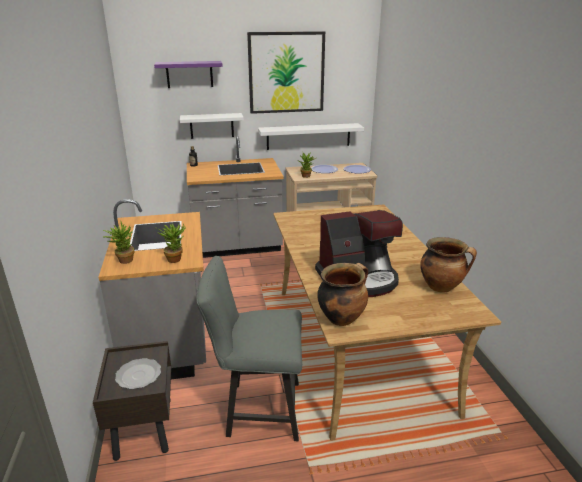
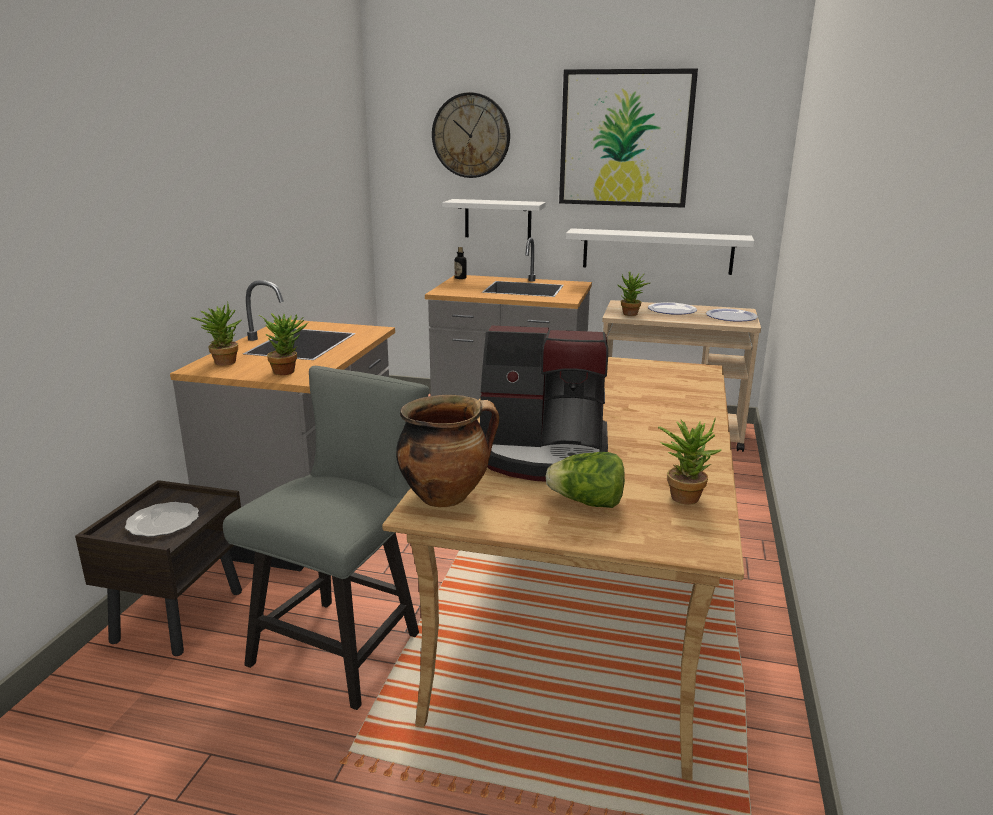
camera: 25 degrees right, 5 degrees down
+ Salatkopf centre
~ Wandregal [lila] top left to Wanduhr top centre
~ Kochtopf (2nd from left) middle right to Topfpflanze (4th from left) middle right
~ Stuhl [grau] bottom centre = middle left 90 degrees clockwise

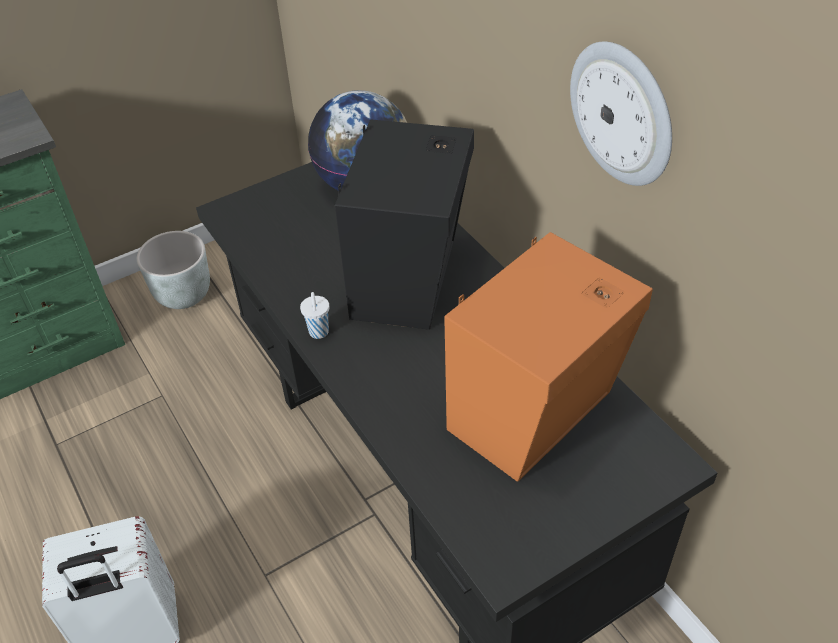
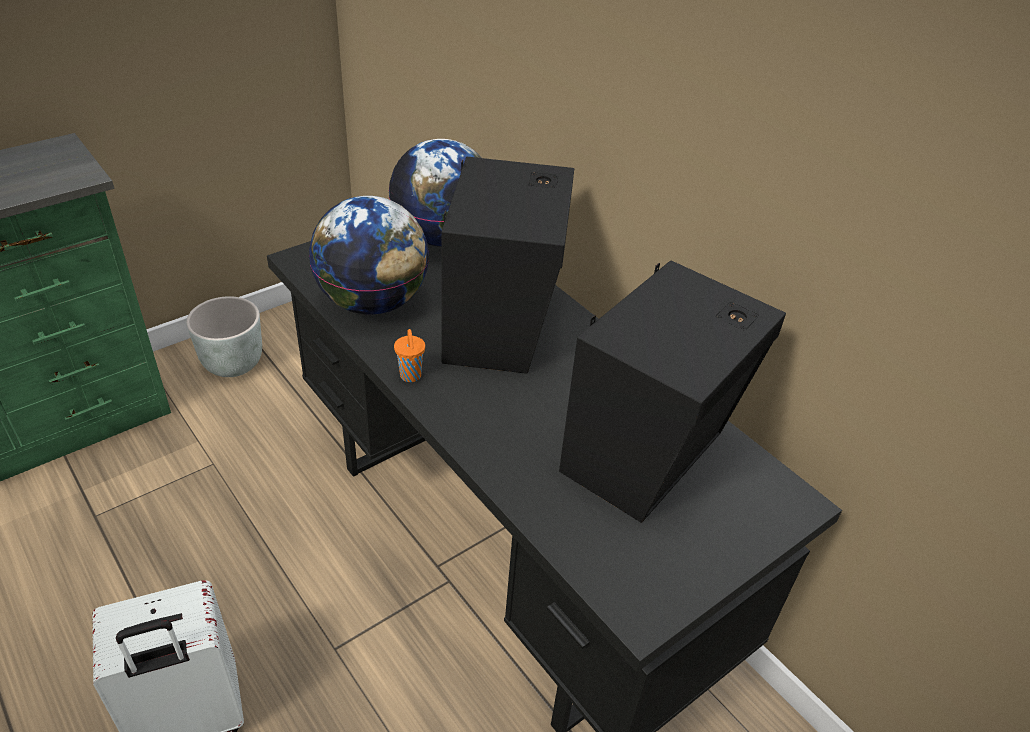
camera: 10 degrees left, 5 degrees down
- Wanduhr top right
+ Globus (1st from left) centre
~ Tasse [weiß] centre to Tasse [orange] centre
~ Lautsprecher [orange] centre to Lautsprecher [schwarz] (2nd from left) centre

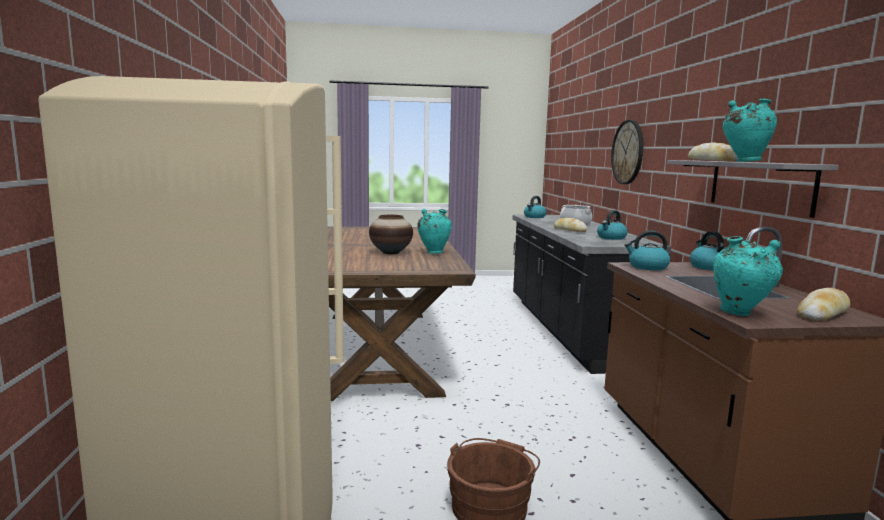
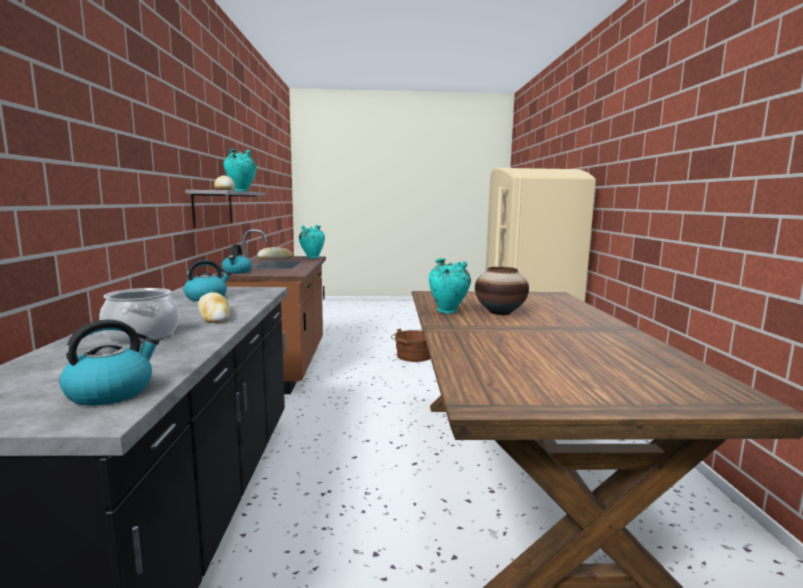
camera: 175 degrees left, 0 degrees up
- Wanduhr top right
- Wasserkessel (3rd from left) middle right

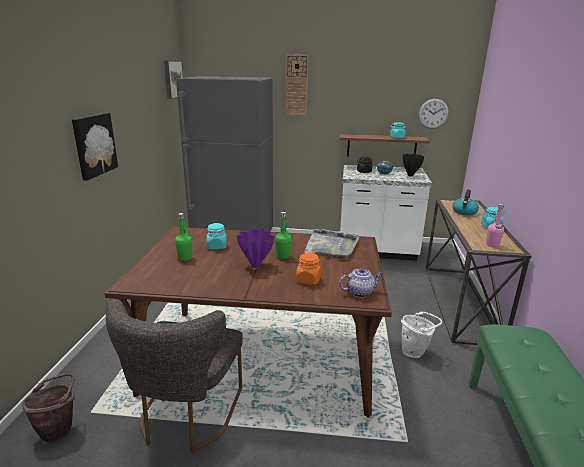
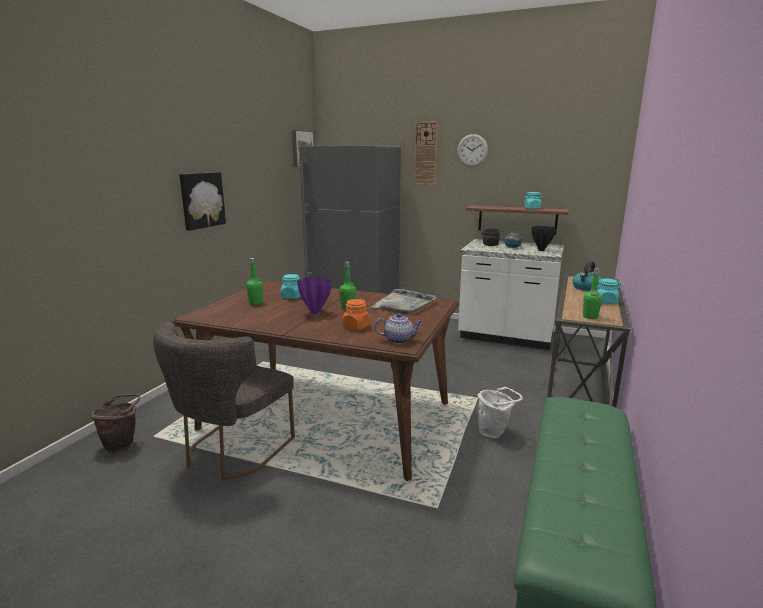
camera: 15 degrees right, 5 degrees down
~ Wanduhr (2nd from left) top right to top centre
~ Flasche [rosa] middle right to Flasche [grün] (3rd from left) middle right

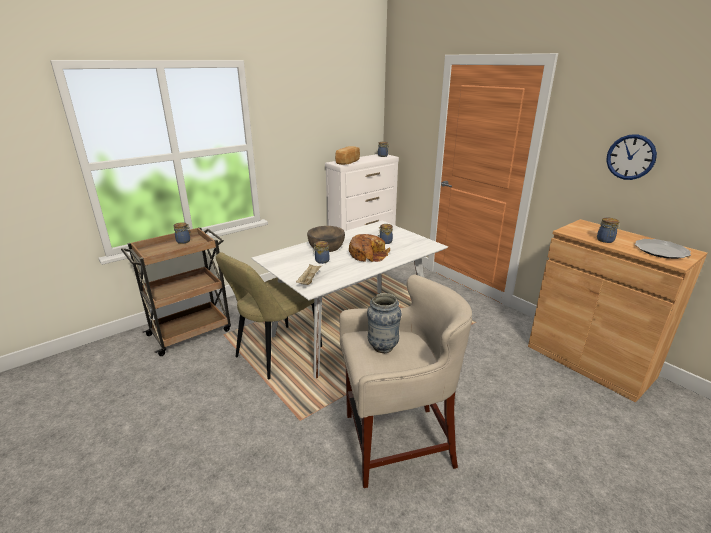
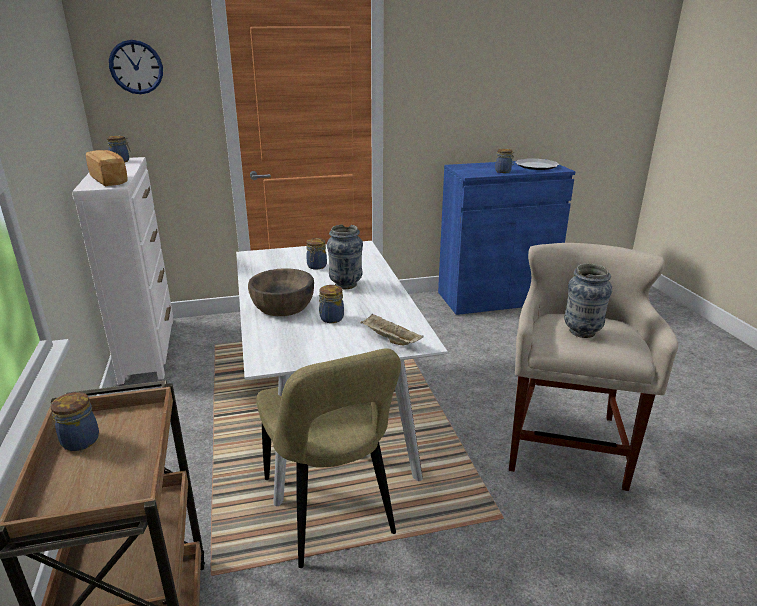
camera: 65 degrees left, 0 degrees up
~ Wanduhr top right to top left
~ Brot (2nd from left) centre to Vase (1st from left) centre
~ Schrank [braun] middle right to Schrank [blau] middle right

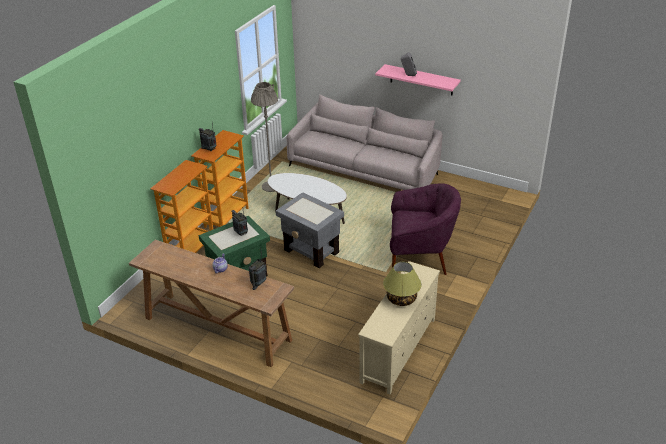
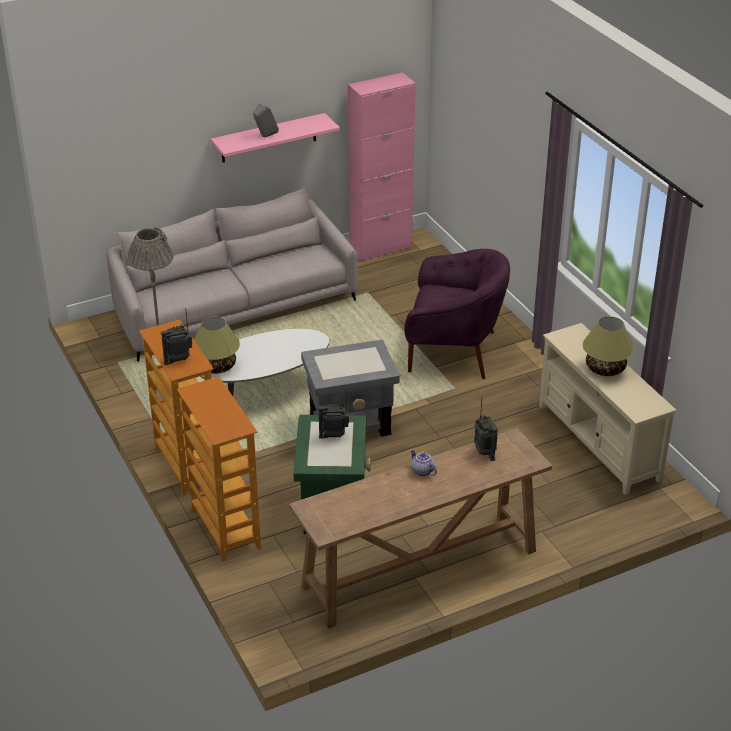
camera: 55 degrees left, 0 degrees up
+ Tischlampe (1st from left) middle left
+ Schrank [rosa] top centre
~ Sessel [lila] centre = centre 60 degrees clockwise

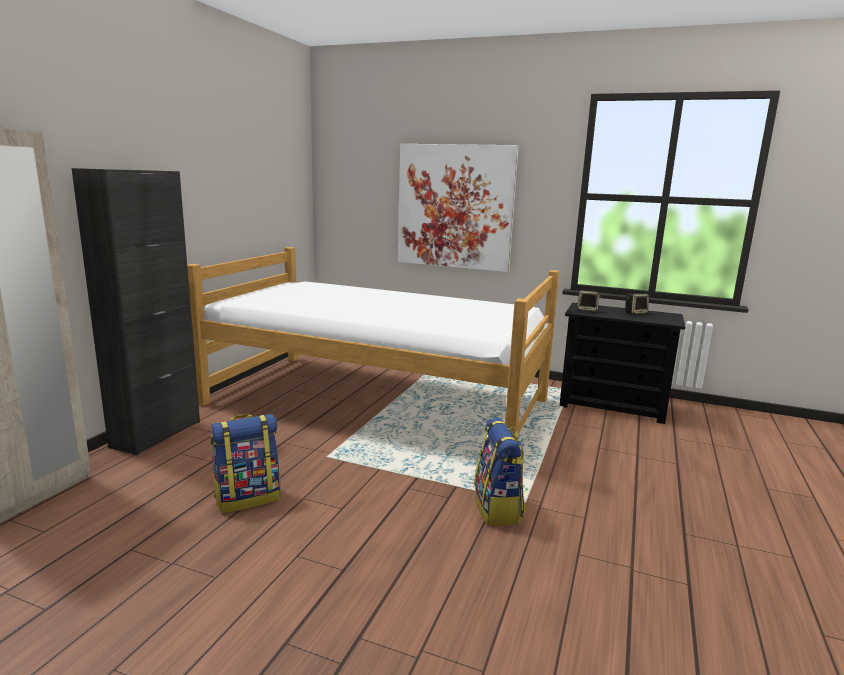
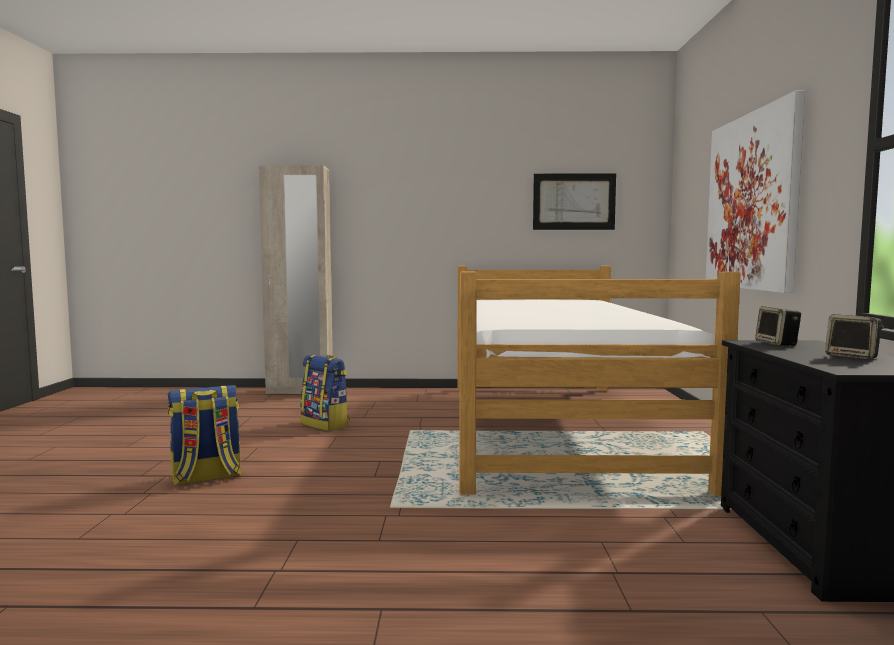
camera: 70 degrees right, 10 degrees down
- Schrank [schwarz] middle left
+ Bild (1st from left) top centre
~ Rucksack (2nd from left in the first image) bottom centre to Rucksack (1st from left) bottom left

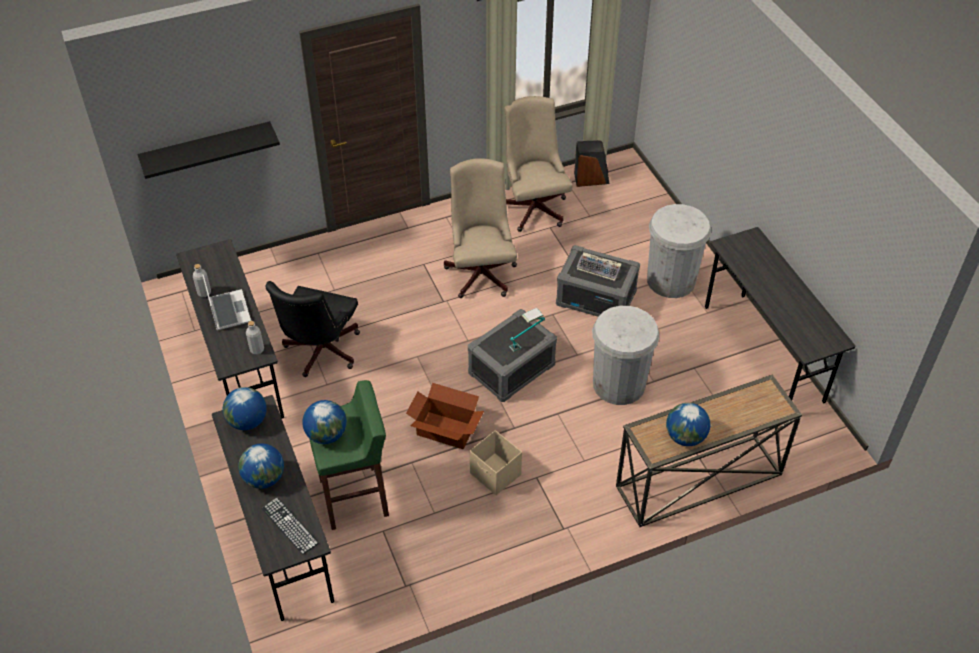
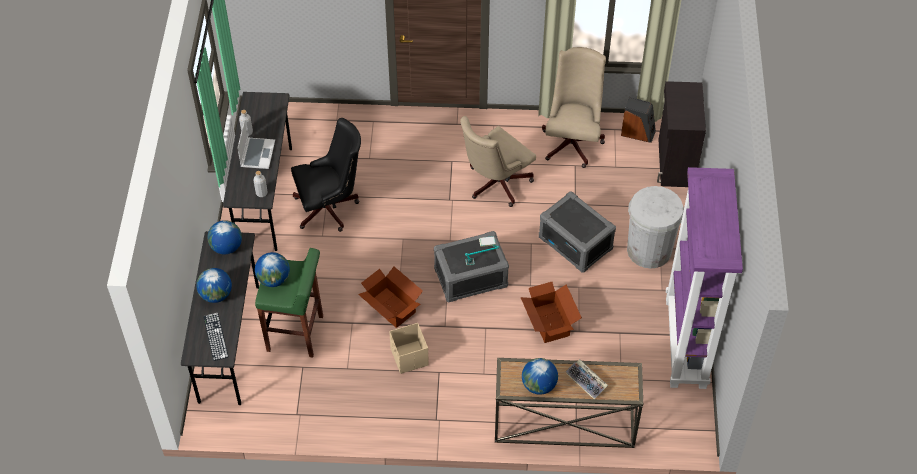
camera: 25 degrees right, 5 degrees up
- Wandregal [schwarz] top left
+ Schrank [schwarz] top right
~ Tastatur (2nd from left) centre to bottom centre
~ Mülleimer [weiß] (1st from left) centre to Karton (2nd from left) centre
~ Schreibtisch [grau] (3rd from left) middle right to Bücherregal [lila] middle right
~ Bürostuhl [schwarz] middle left = centre 150 degrees counterclockwise
~ Bürostuhl [beige] (1st from left) centre = centre 150 degrees counterclockwise

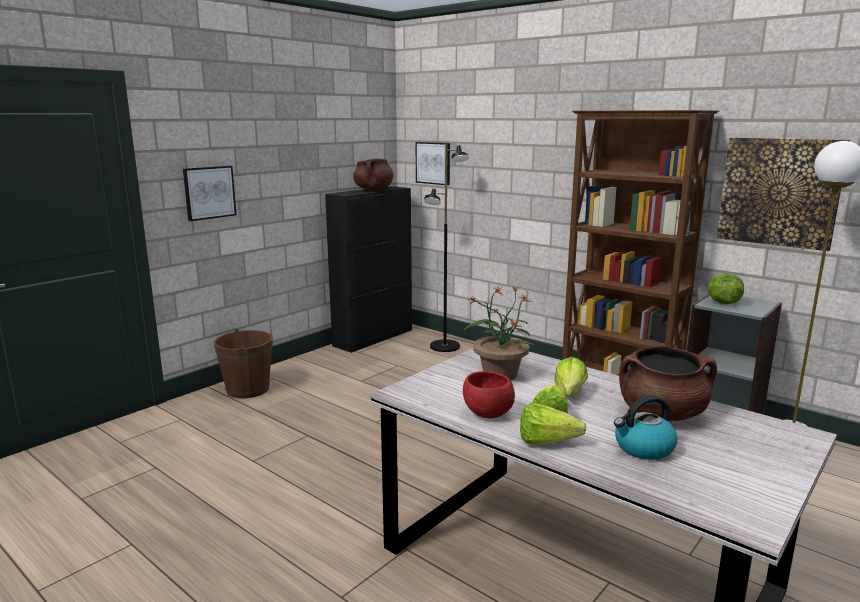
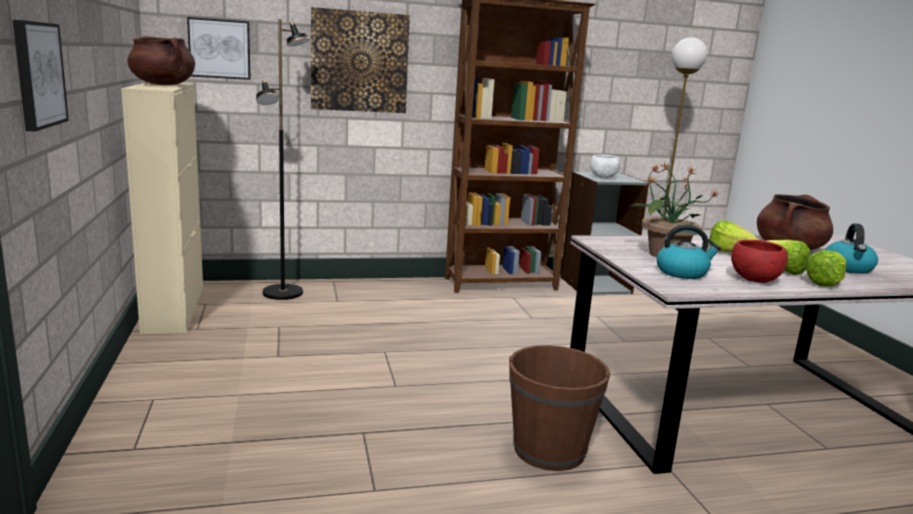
camera: 55 degrees left, 0 degrees up
+ Wasserkessel (1st from left) middle right
~ Eimer [braun] middle left to bottom centre
~ Bild (3rd from left) top right to top centre
~ Salatkopf (4th from left) middle right to Schüssel [weiß] top centre
~ Schrank [schwarz] centre to Schrank [beige] middle left

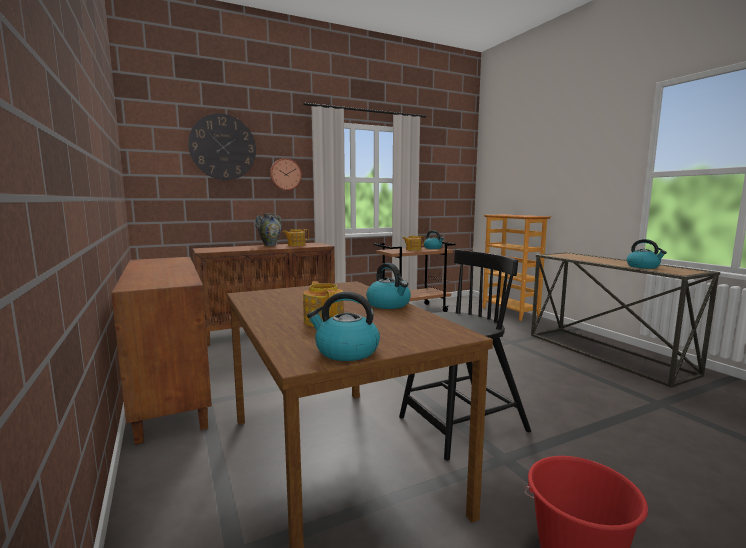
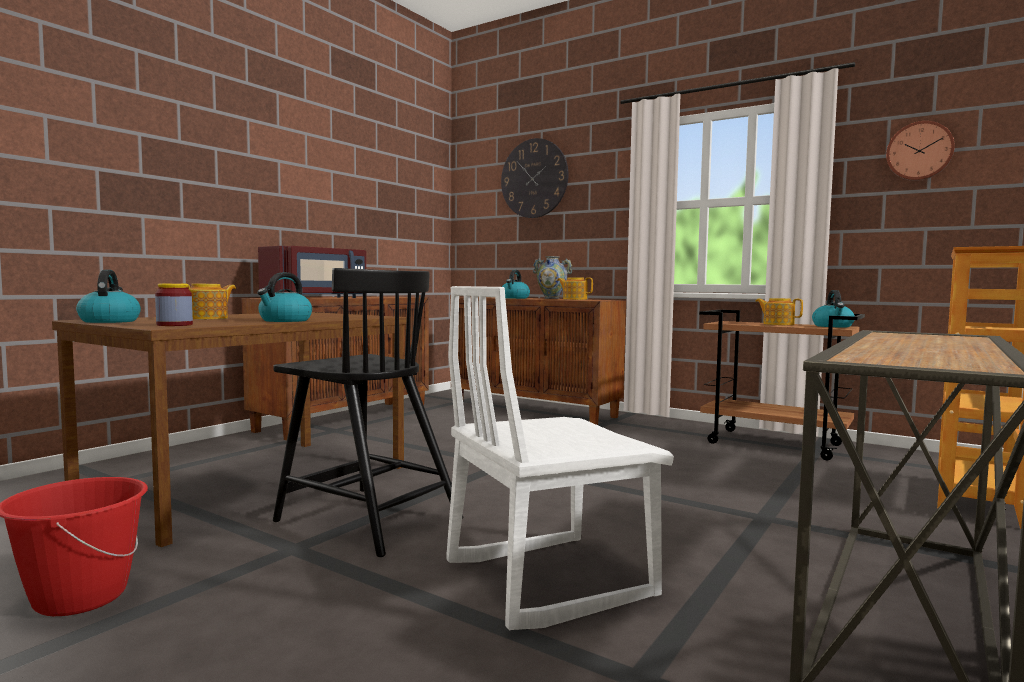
camera: 60 degrees right, 5 degrees down
+ Vorratsglas middle left
+ Mikrowelle [rot] middle left
+ Stuhl [weiß] bottom centre
~ Wanduhr (2nd from left) top centre to top right
~ Wasserkessel (4th from left in the first image) middle right to Wasserkessel (3rd from left) centre

